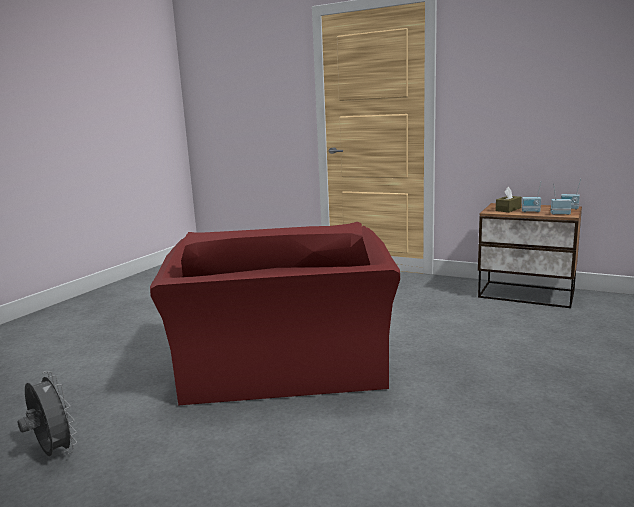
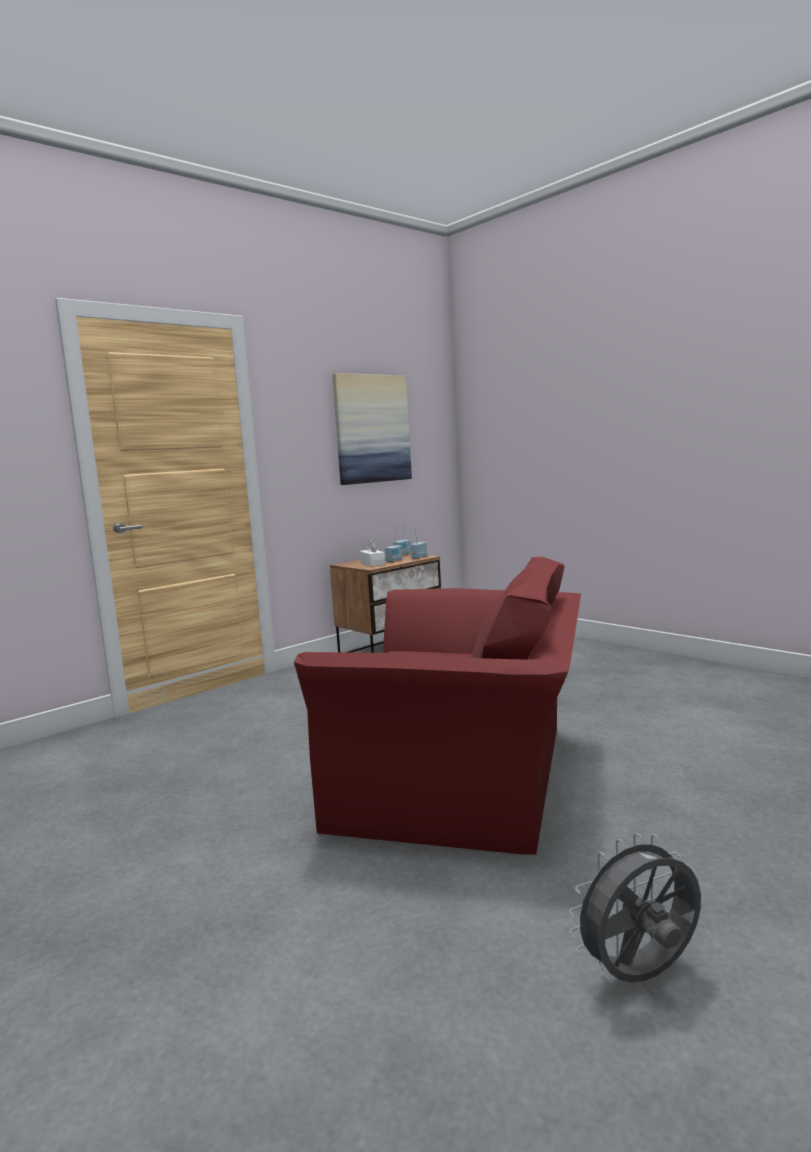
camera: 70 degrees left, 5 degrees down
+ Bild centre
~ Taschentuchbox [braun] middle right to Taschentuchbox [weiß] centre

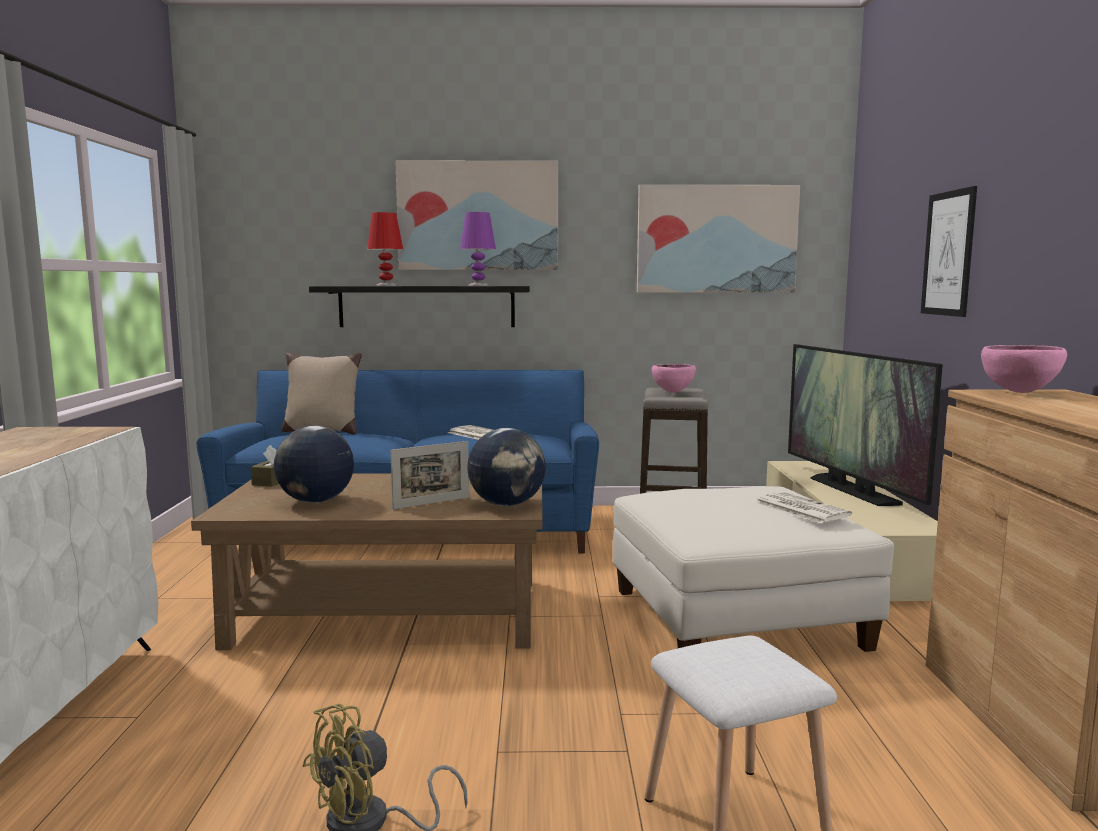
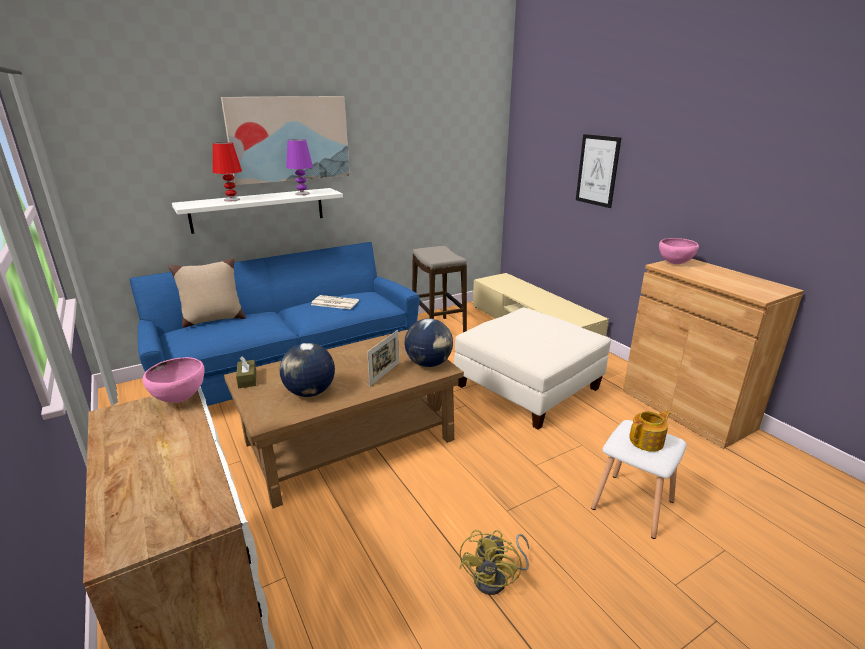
camera: 30 degrees left, 15 degrees up
- Bild (2nd from left) top centre
- Zeitung (2nd from left) middle right
- Fernseher middle right
+ Teekanne middle right
~ Schüssel [rosa] (1st from left) centre to middle left
~ Wandregal [schwarz] centre to Wandregal [weiß] top left

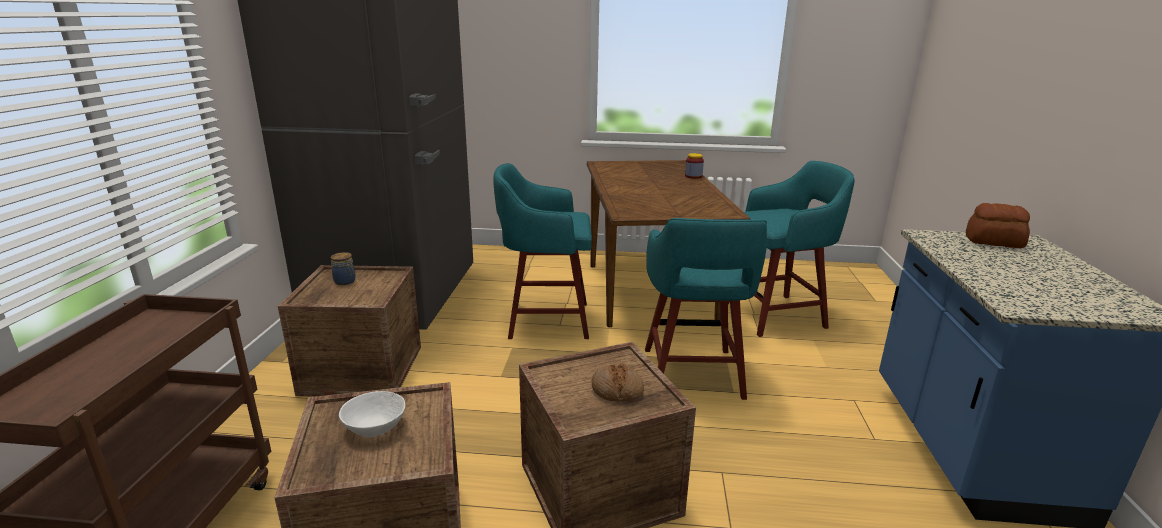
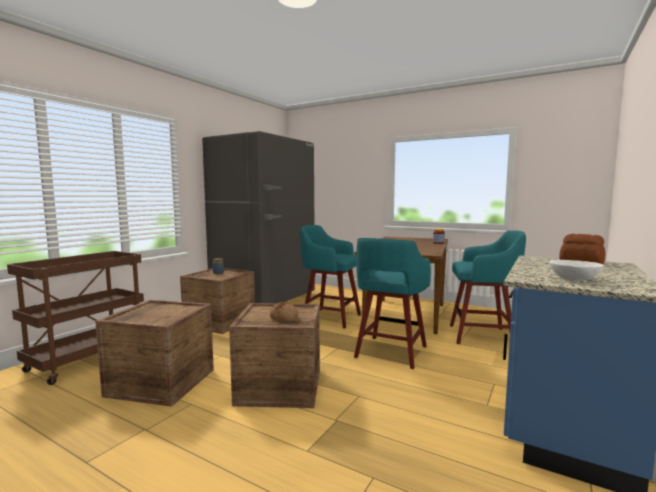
camera: 25 degrees right, 15 degrees down
~ Schüssel [weiß] bottom left to middle right

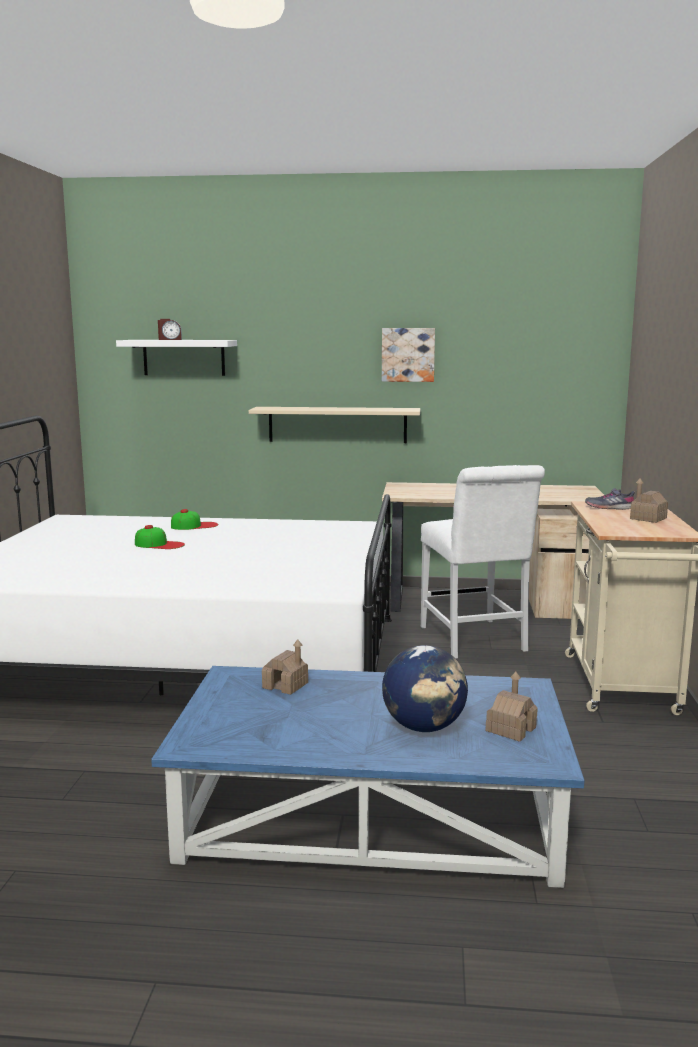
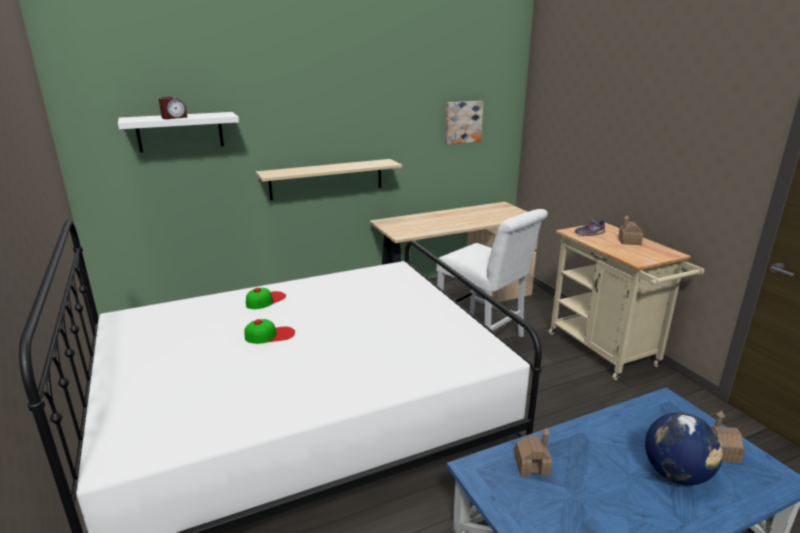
camera: 30 degrees left, 10 degrees up
~ Bild centre to top centre

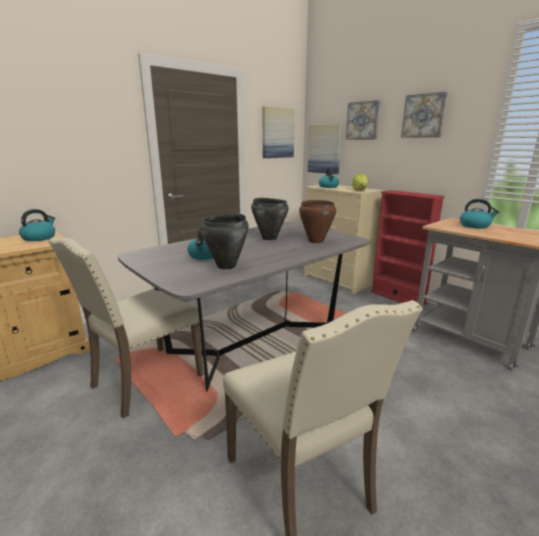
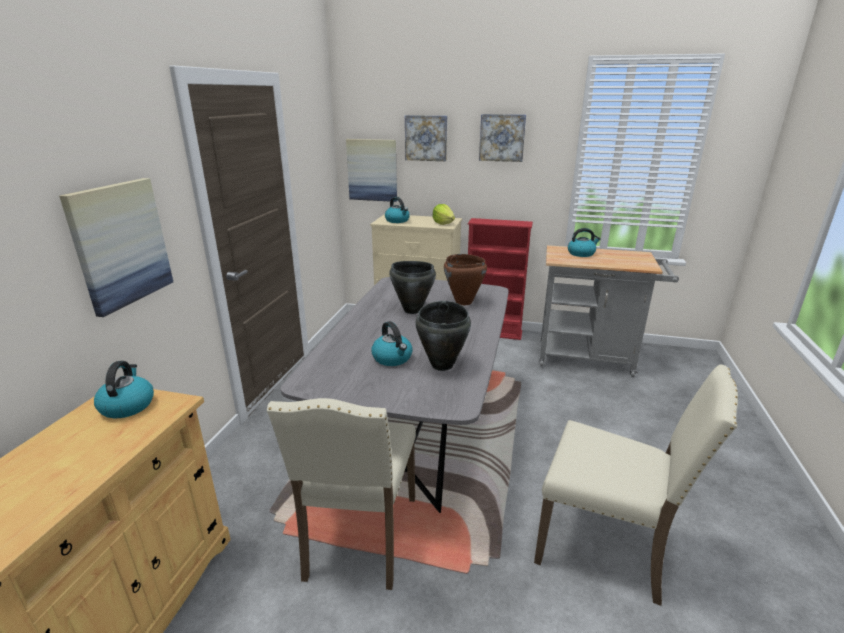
camera: 35 degrees left, 5 degrees up
~ Bild (1st from left) top centre to middle left

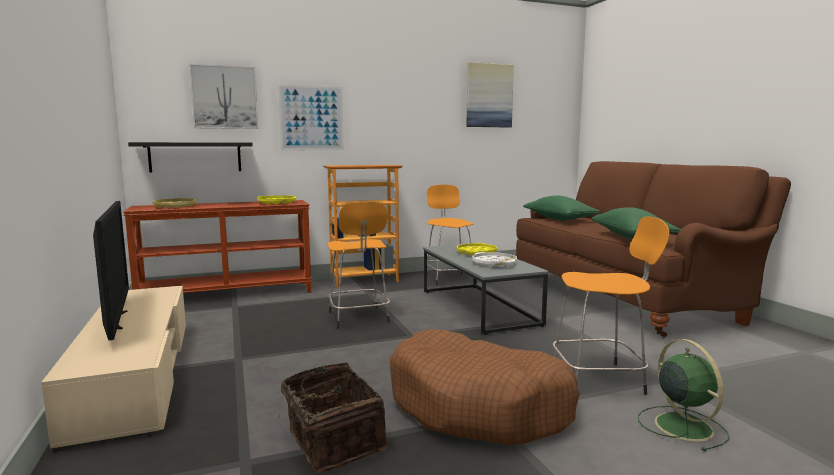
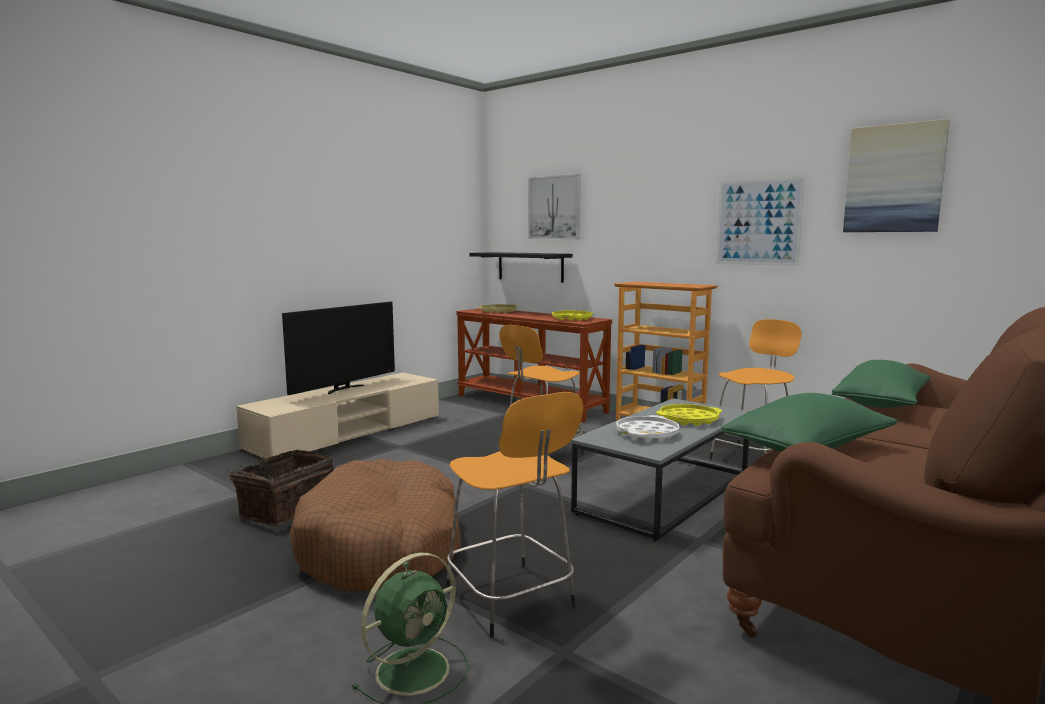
camera: 60 degrees right, 0 degrees up
~ Bild (2nd from left) top centre to top right

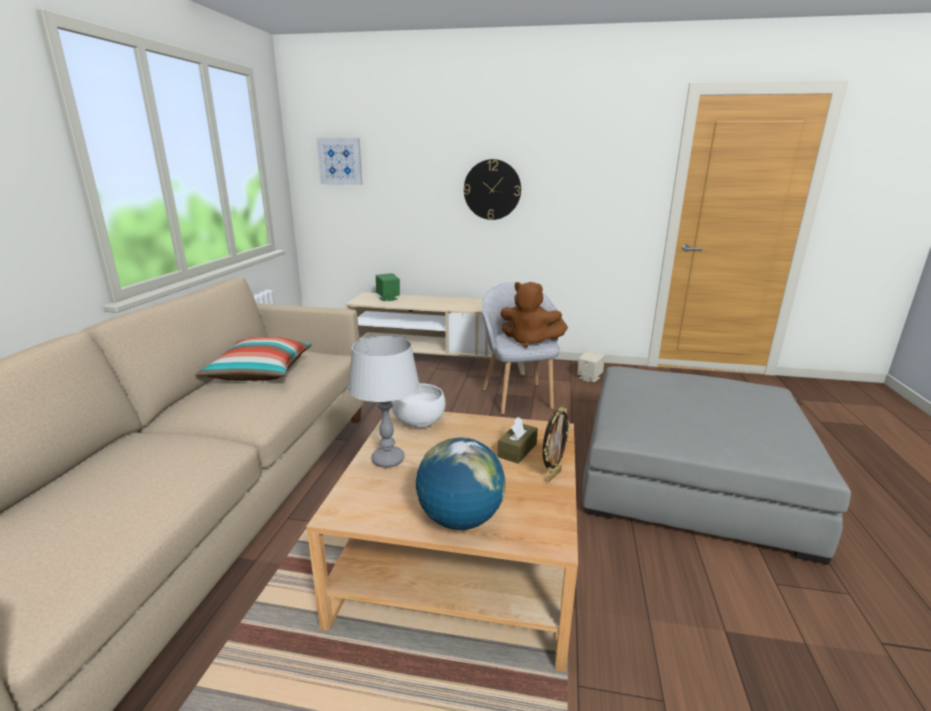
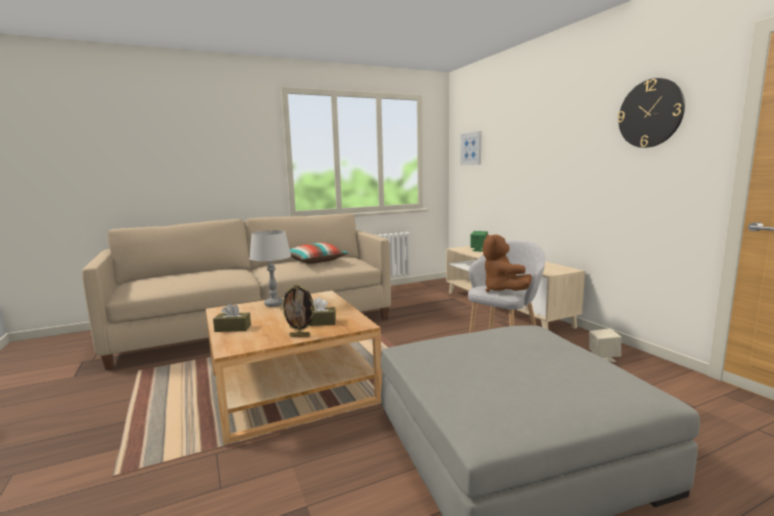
camera: 55 degrees right, 10 degrees down
- Schüssel [weiß] centre
~ Wanduhr top centre to top right
~ Globus bottom centre to Taschentuchbox [braun] (1st from left) middle left

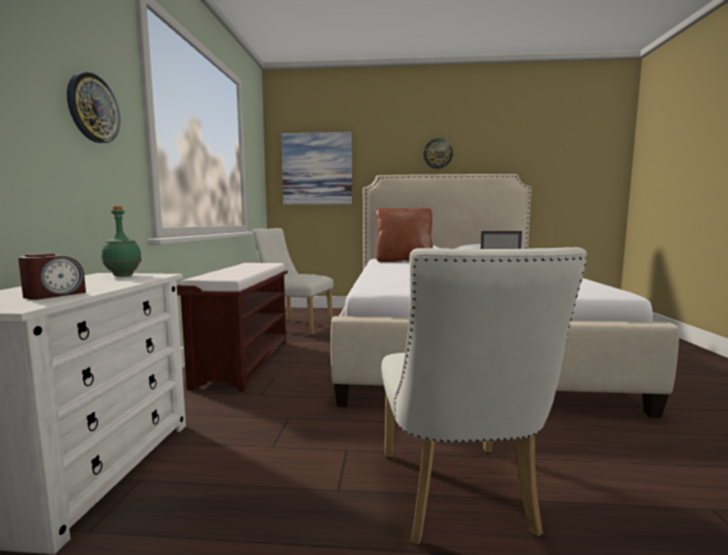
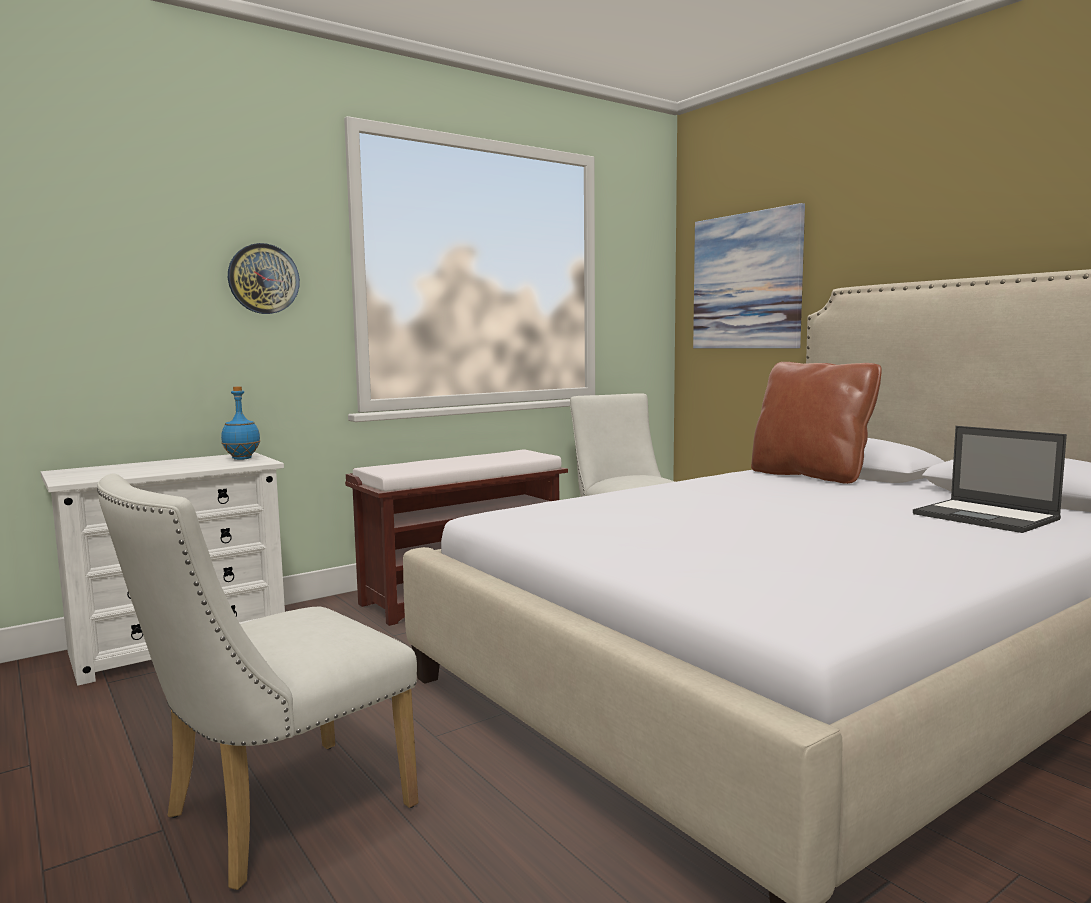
camera: 50 degrees right, 0 degrees up
- Wecker middle left
- Wanduhr (2nd from left) top centre
~ Flasche [grün] middle left to Flasche [blau] middle left

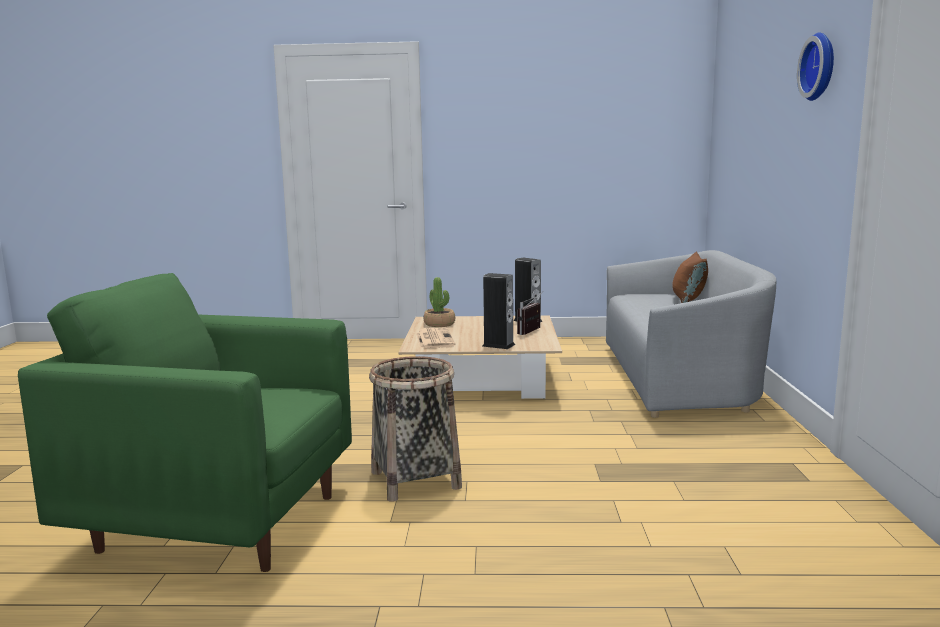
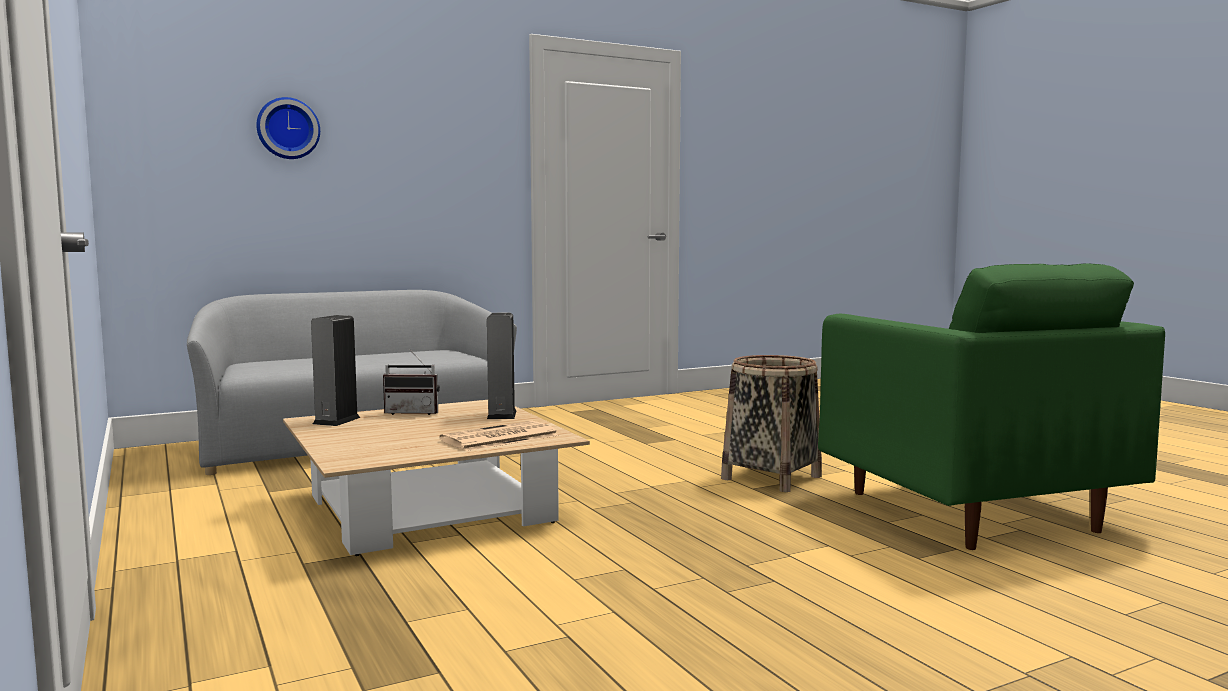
camera: 120 degrees left, 5 degrees down
- Topfpflanze centre
- Kissen [braun] middle right
~ Wanduhr top right to top left

